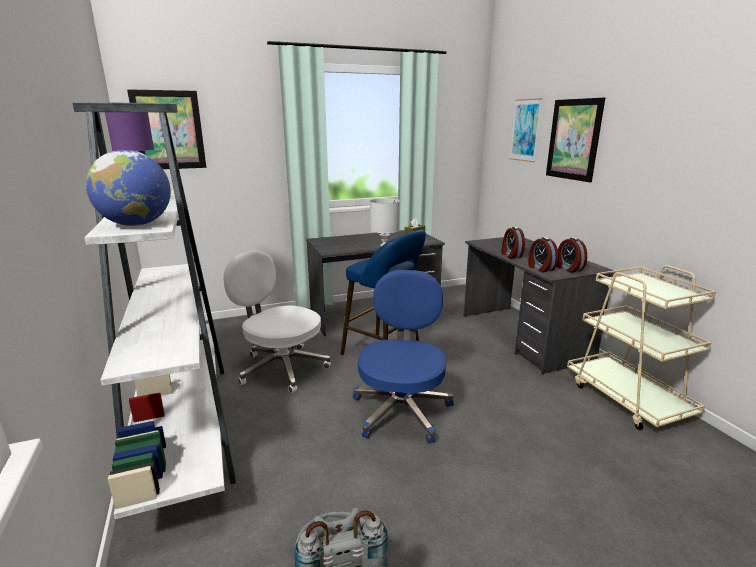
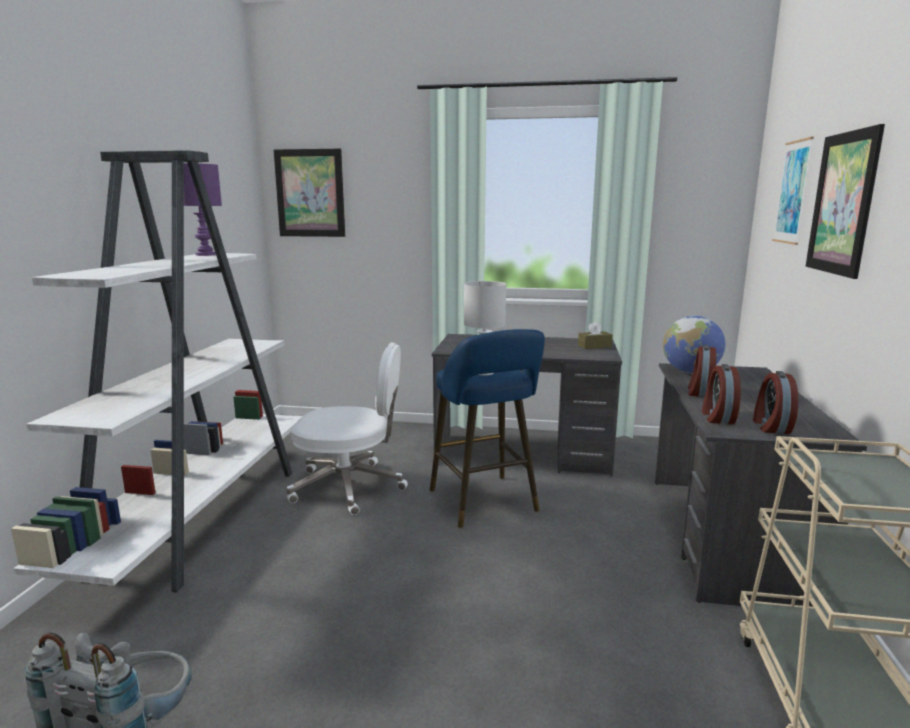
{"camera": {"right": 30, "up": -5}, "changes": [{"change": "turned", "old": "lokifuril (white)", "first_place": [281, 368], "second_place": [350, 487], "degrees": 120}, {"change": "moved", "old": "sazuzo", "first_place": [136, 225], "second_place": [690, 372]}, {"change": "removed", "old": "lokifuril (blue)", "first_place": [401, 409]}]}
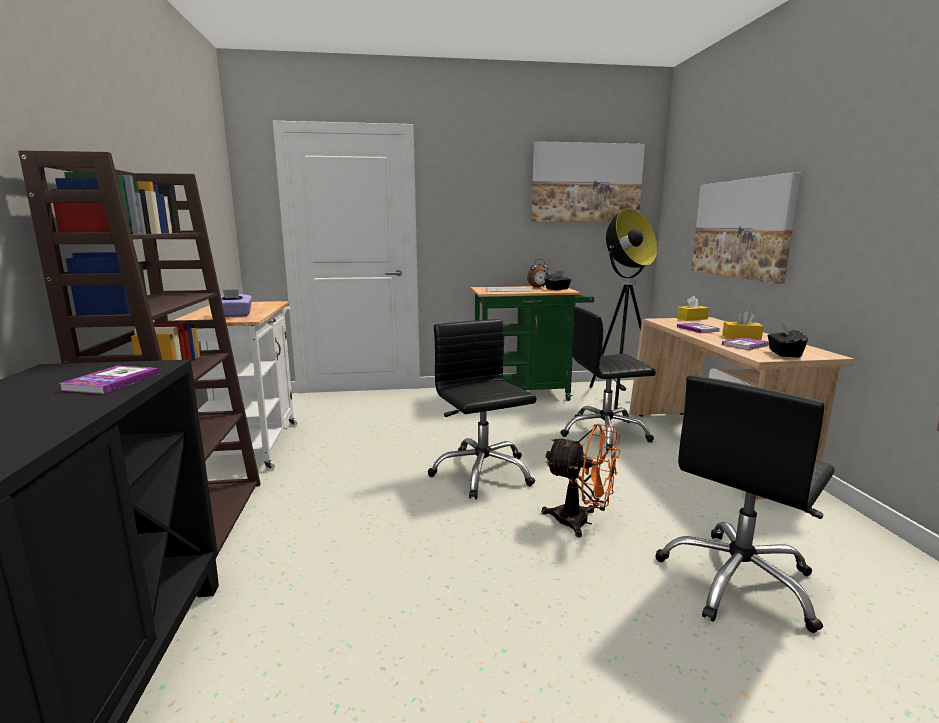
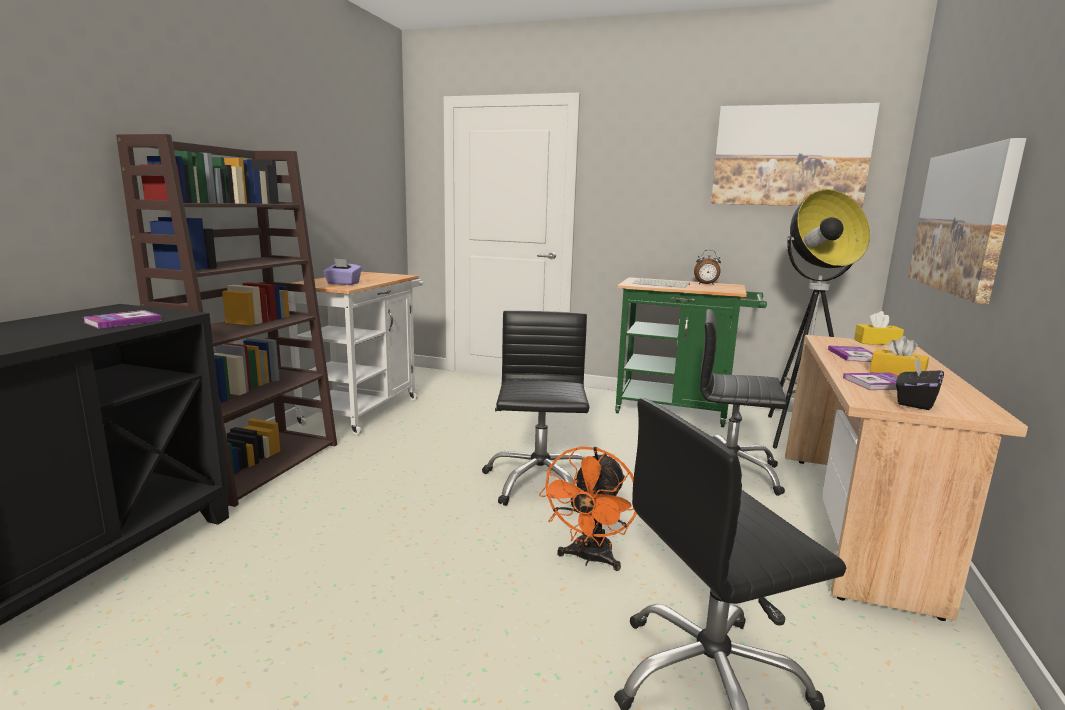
{"camera": {"right": 25, "up": 0}, "changes": [{"change": "turned", "old": "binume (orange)", "first_place": [581, 522], "second_place": [589, 559], "degrees": 60}, {"change": "removed", "old": "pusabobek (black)", "first_place": [557, 289]}]}
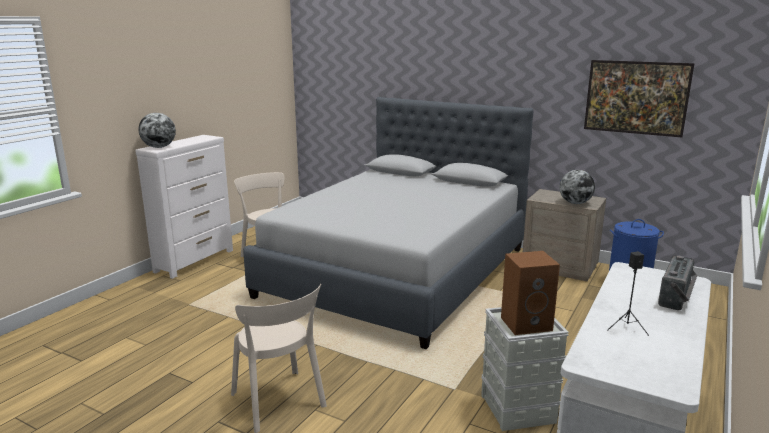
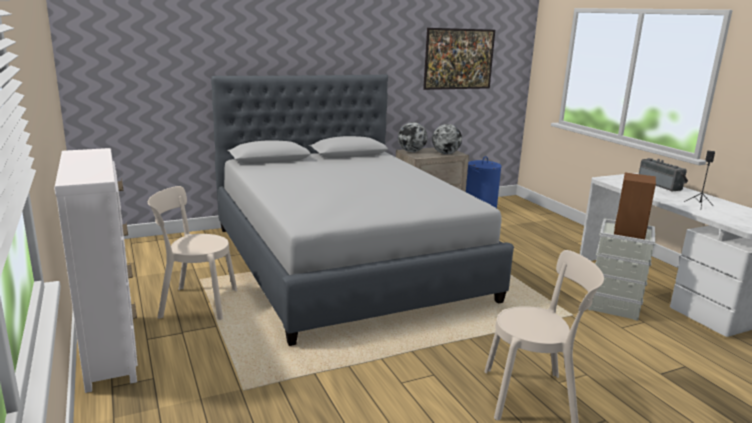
{"camera": {"right": -55, "up": 0}, "changes": [{"change": "moved", "old": "sazuzo", "first_place": [159, 147], "second_place": [411, 151]}]}
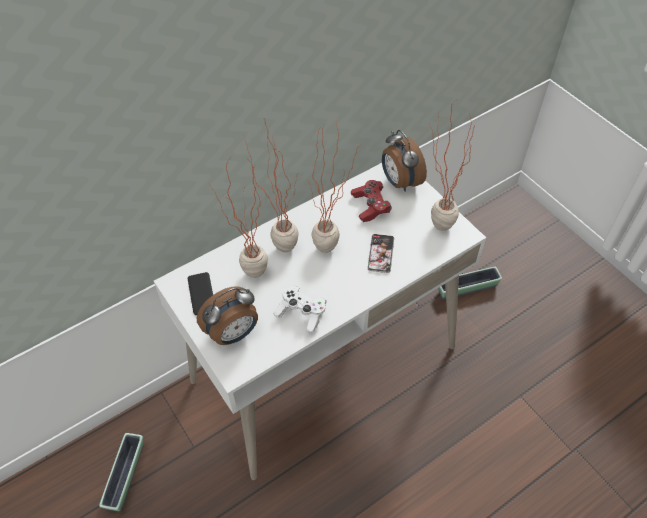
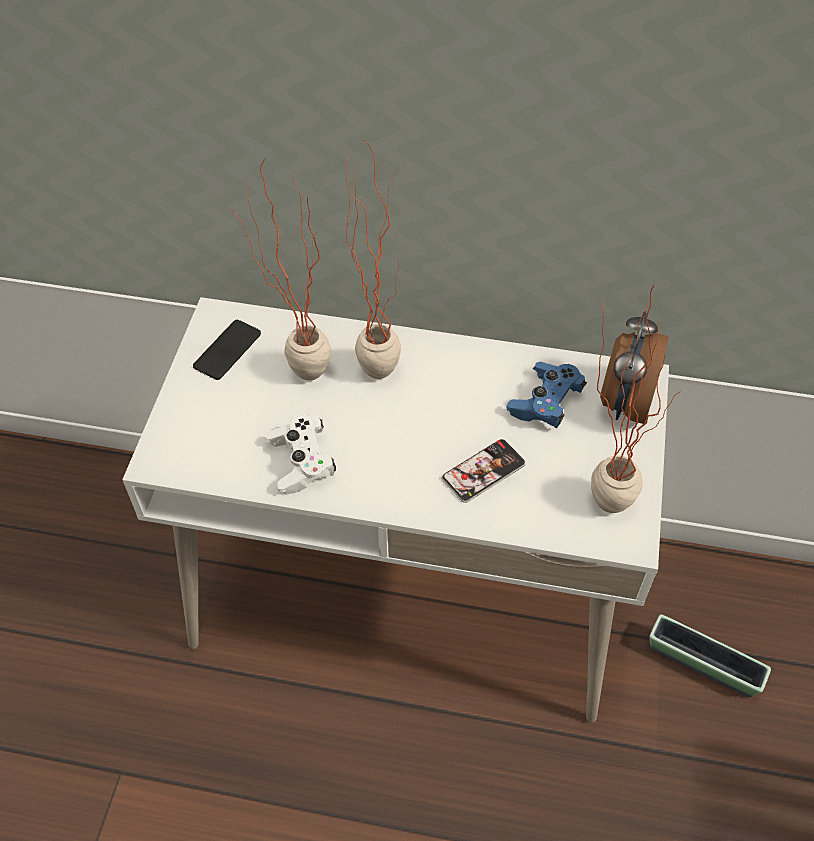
{"camera": {"right": 45, "up": 0}, "changes": [{"change": "recoloured", "old": "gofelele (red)", "new": "gofelele (blue)", "first_place": [370, 206], "second_place": [545, 402]}, {"change": "removed", "old": "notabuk", "first_place": [126, 476]}, {"change": "removed", "old": "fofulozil", "first_place": [233, 333]}, {"change": "removed", "old": "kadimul", "first_place": [333, 251]}]}
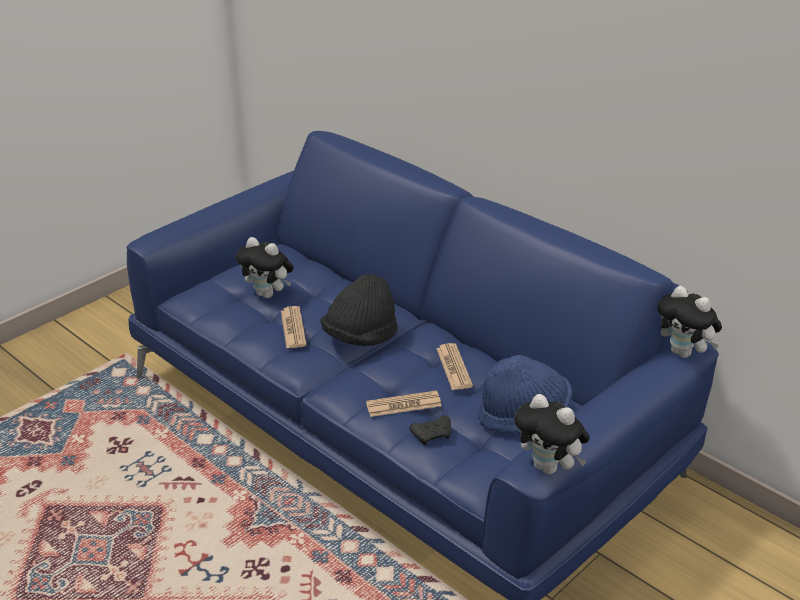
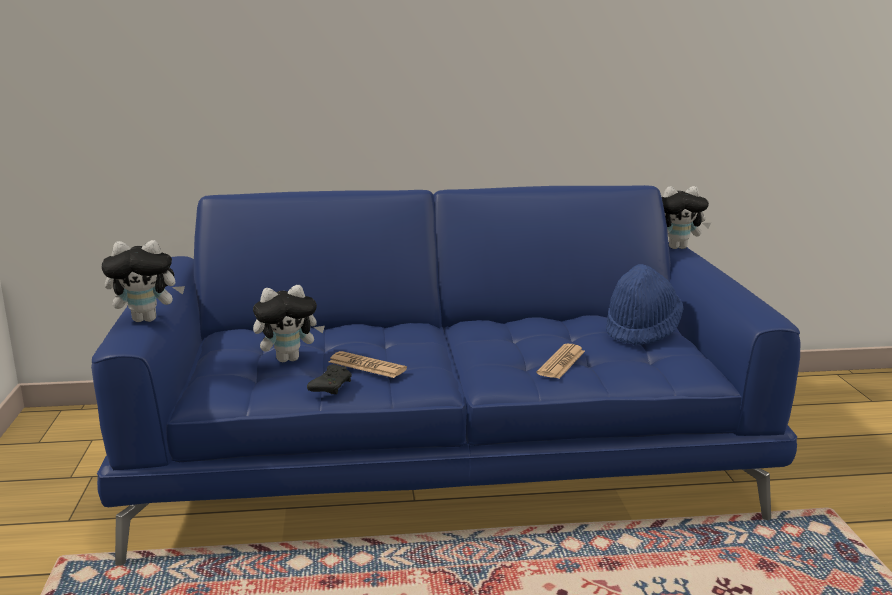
{"camera": {"right": -50, "up": -15}, "changes": [{"change": "moved", "old": "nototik", "first_place": [549, 467], "second_place": [147, 319]}, {"change": "moved", "old": "gofelele (black)", "first_place": [433, 435], "second_place": [331, 386]}, {"change": "removed", "old": "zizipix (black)", "first_place": [360, 337]}, {"change": "removed", "old": "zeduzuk", "first_place": [454, 367]}]}
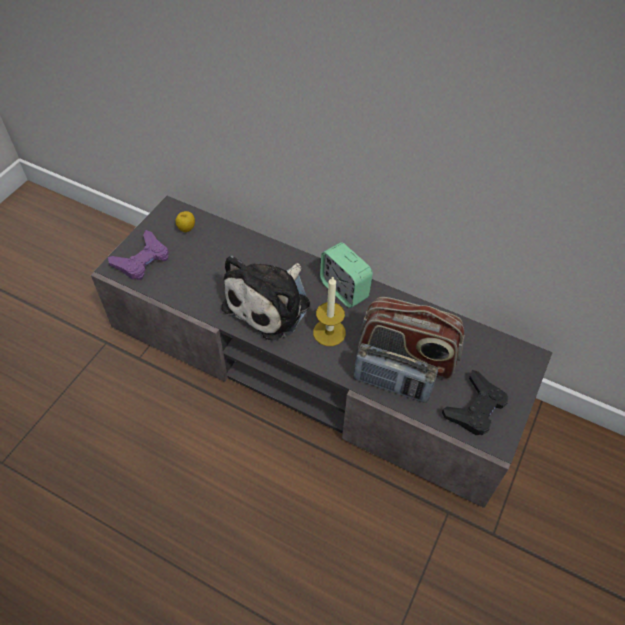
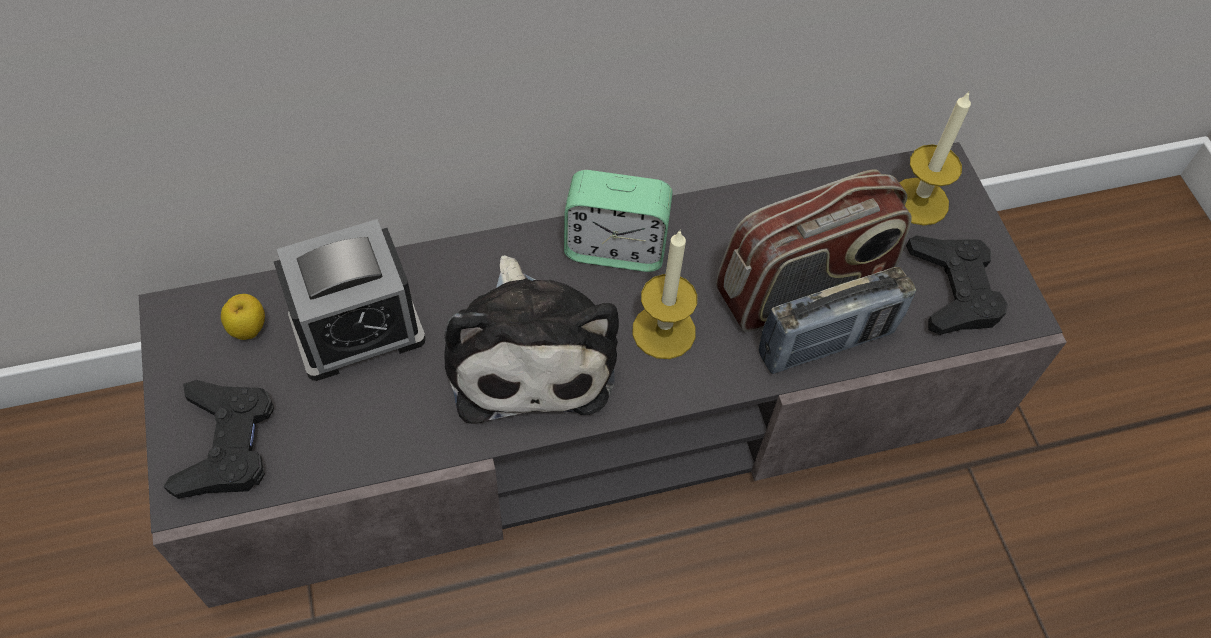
{"camera": {"right": -45, "up": 5}, "changes": [{"change": "recoloured", "old": "gofelele (purple)", "new": "gofelele (black)", "first_place": [142, 260], "second_place": [226, 444]}, {"change": "added", "new": "fofulozil", "second_place": [357, 328]}, {"change": "added", "new": "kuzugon", "second_place": [919, 201]}]}
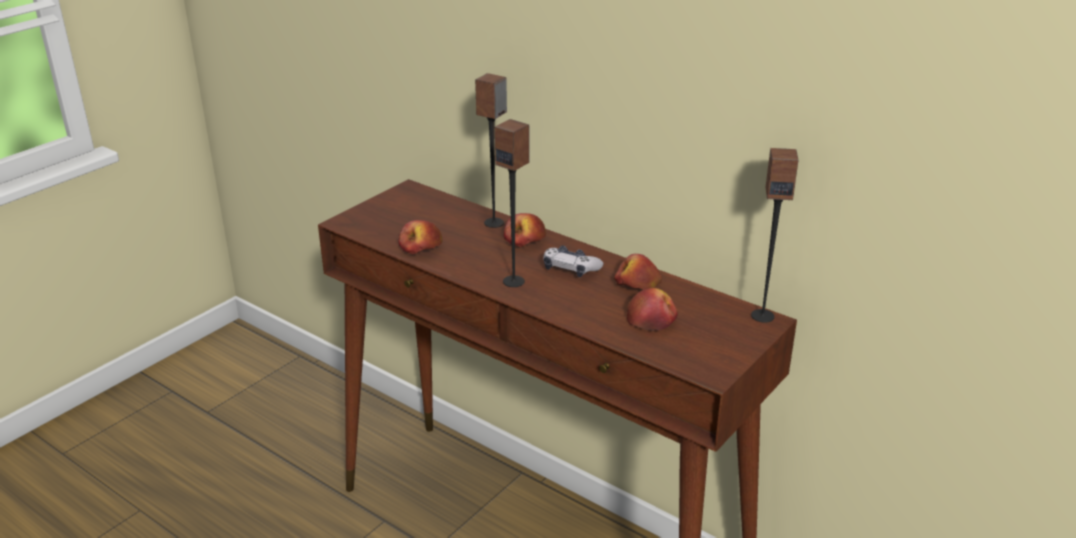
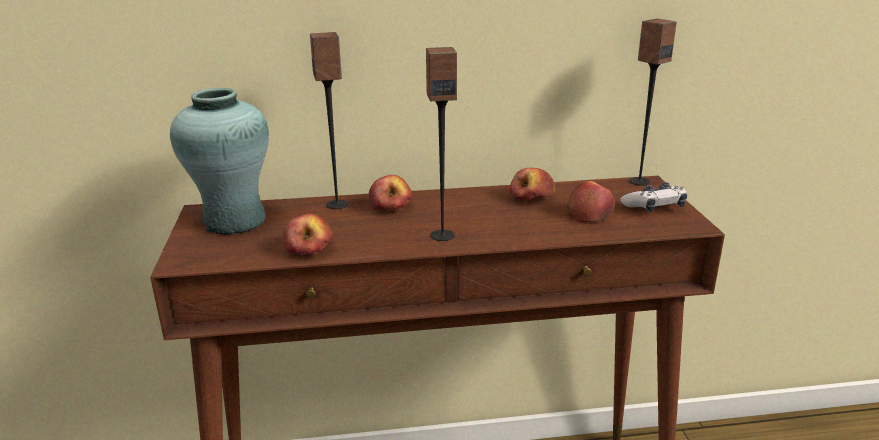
{"camera": {"right": -45, "up": -5}, "changes": [{"change": "added", "new": "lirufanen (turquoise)", "second_place": [234, 221]}, {"change": "moved", "old": "gofelele", "first_place": [570, 269], "second_place": [654, 207]}]}
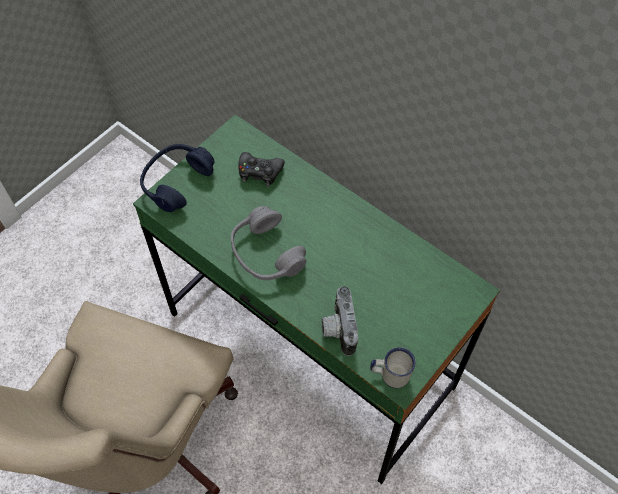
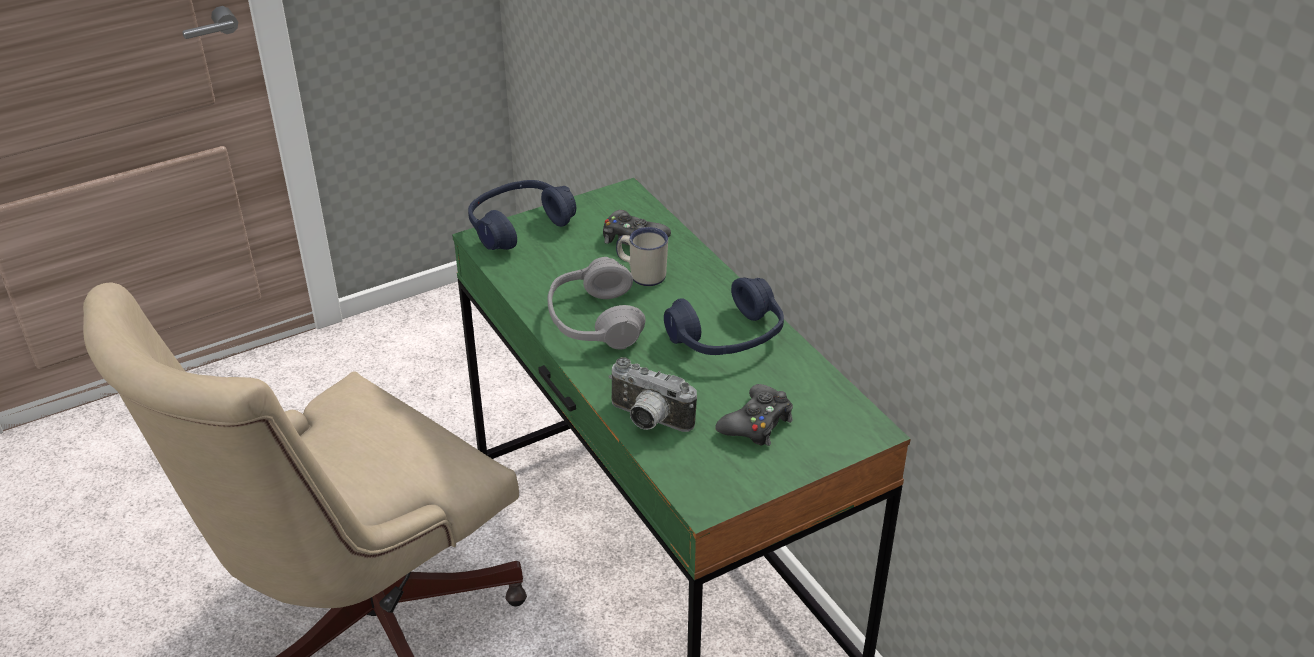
{"camera": {"right": 20, "up": -20}, "changes": [{"change": "turned", "old": "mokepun", "first_place": [337, 328], "second_place": [647, 420], "degrees": -75}, {"change": "moved", "old": "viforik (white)", "first_place": [390, 374], "second_place": [642, 274]}, {"change": "added", "new": "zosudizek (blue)", "second_place": [727, 337]}, {"change": "added", "new": "gofelele (black)", "second_place": [757, 423]}]}
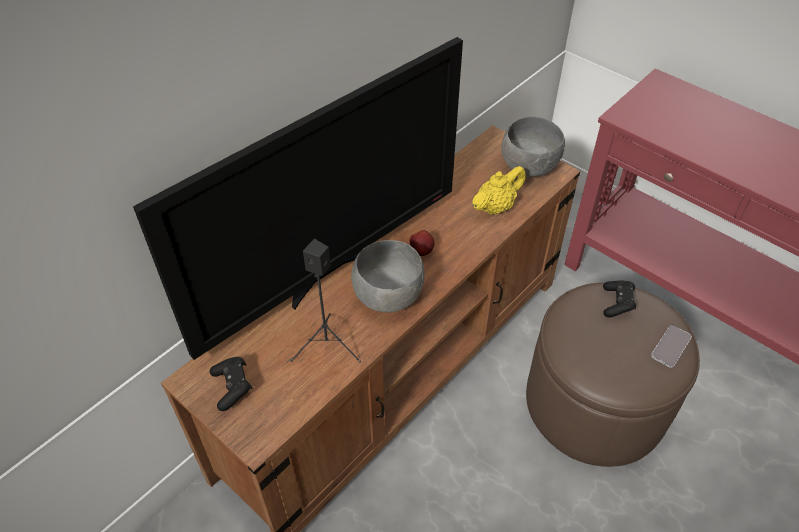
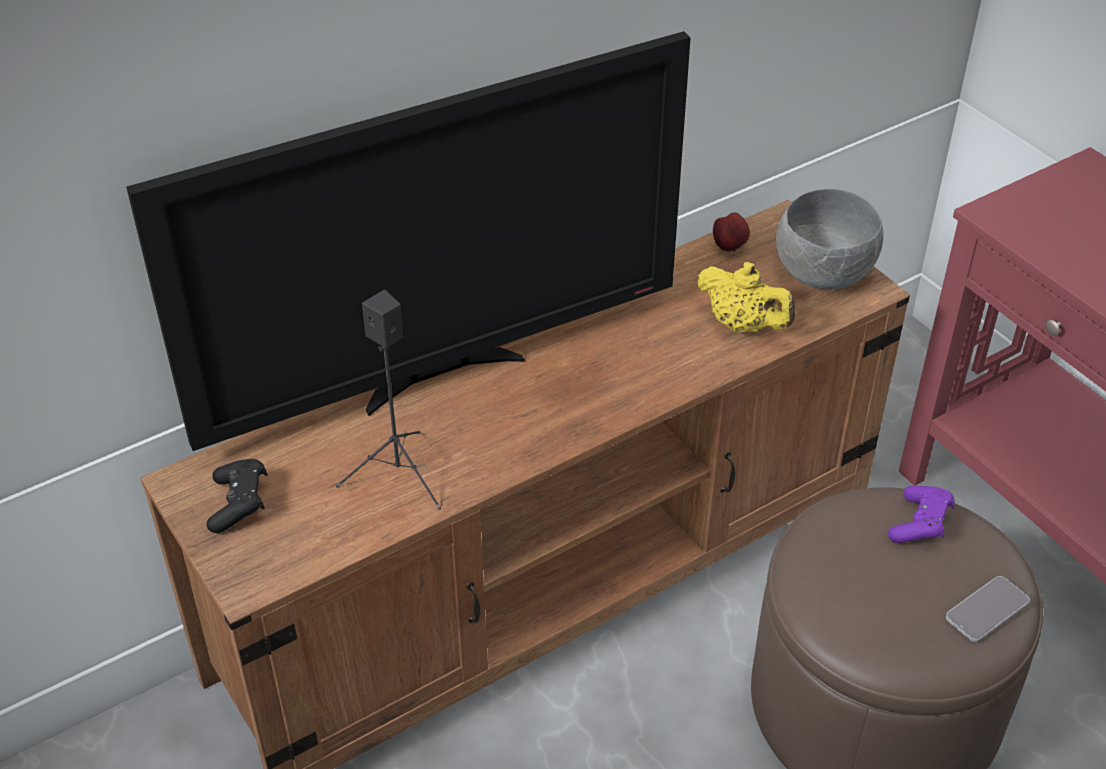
{"camera": {"right": 15, "up": -5}, "changes": [{"change": "turned", "old": "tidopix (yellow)", "first_place": [496, 207], "second_place": [743, 325], "degrees": 60}, {"change": "moved", "old": "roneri", "first_place": [422, 251], "second_place": [730, 247]}, {"change": "recoloured", "old": "gofelele (black)", "new": "gofelele (purple)", "first_place": [617, 303], "second_place": [920, 524]}, {"change": "removed", "old": "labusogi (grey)", "first_place": [389, 295]}]}
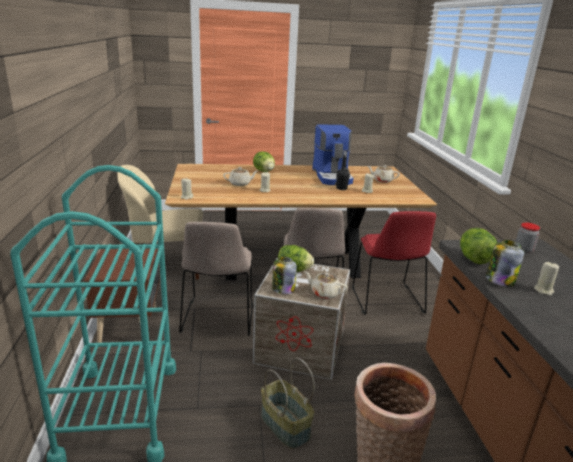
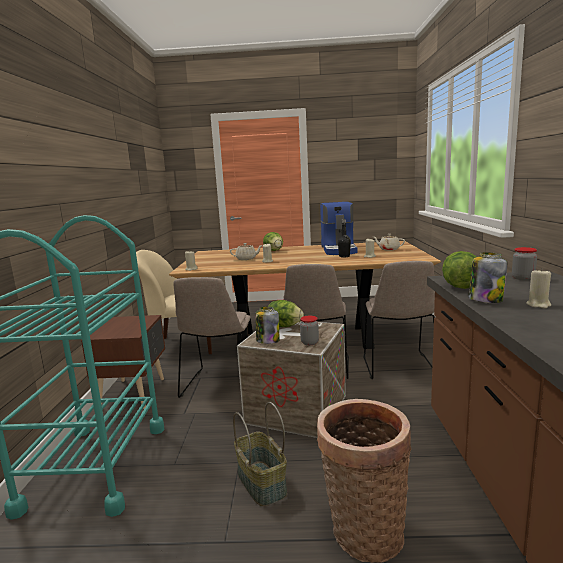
{"camera": {"right": 10, "up": -10}, "changes": [{"change": "replaced", "old": "tidopix (beige)", "new": "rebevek", "first_place": [324, 293], "second_place": [309, 342]}, {"change": "recoloured", "old": "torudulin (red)", "new": "torudulin (beige)", "first_place": [387, 301], "second_place": [399, 367]}]}
